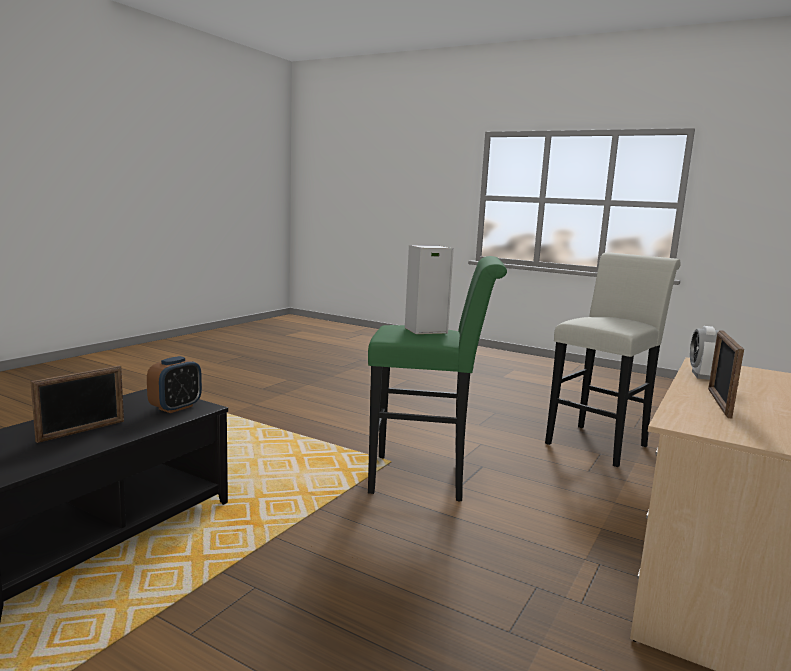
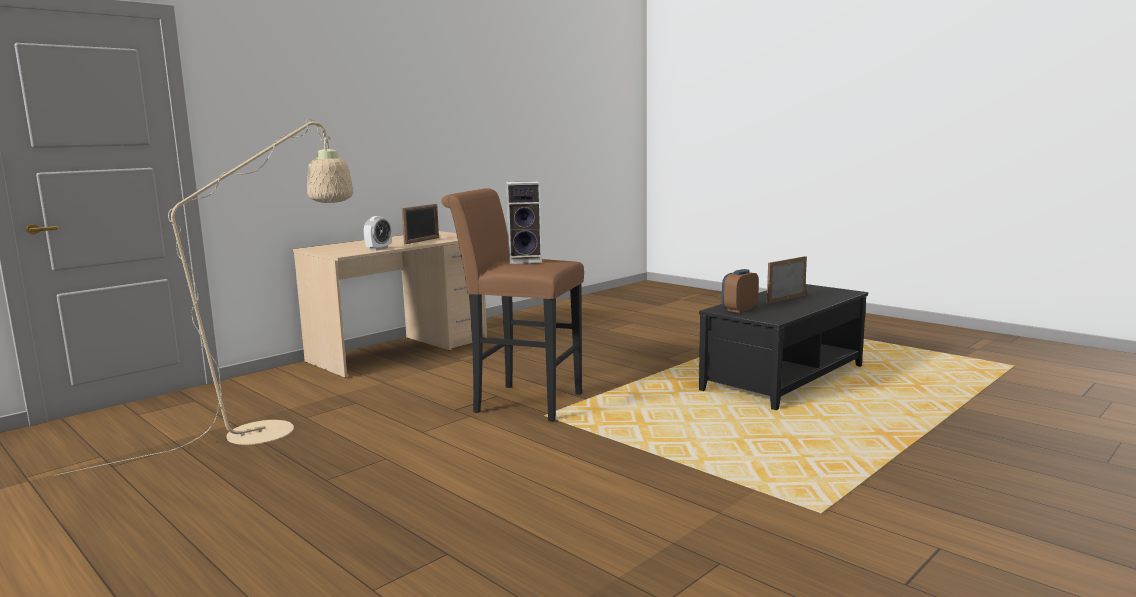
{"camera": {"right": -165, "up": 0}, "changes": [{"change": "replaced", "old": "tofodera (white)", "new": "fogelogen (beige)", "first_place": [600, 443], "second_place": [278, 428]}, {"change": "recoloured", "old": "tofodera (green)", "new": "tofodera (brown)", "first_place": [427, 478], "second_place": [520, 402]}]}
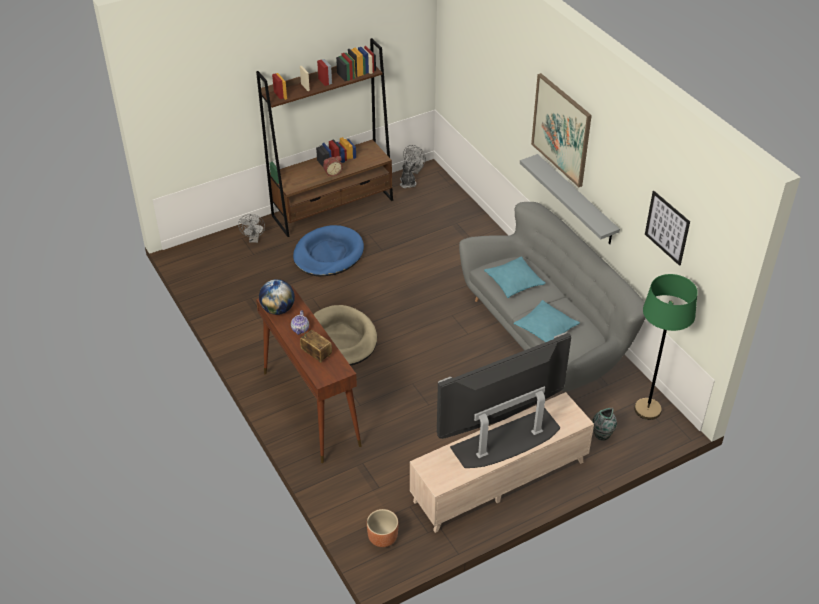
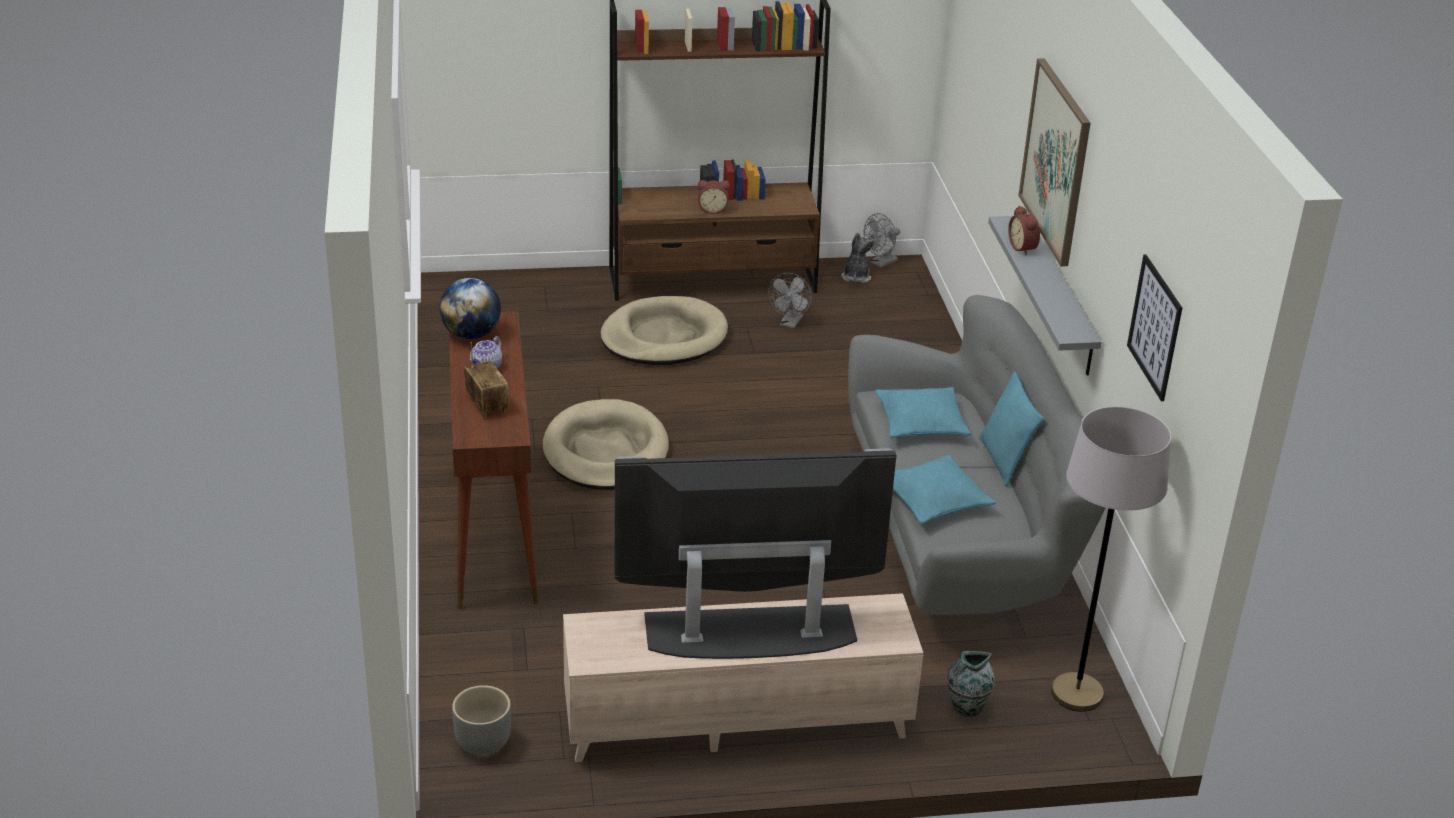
{"camera": {"right": 20, "up": -10}, "changes": [{"change": "recoloured", "old": "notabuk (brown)", "new": "notabuk (grey)", "first_place": [382, 538], "second_place": [482, 742]}, {"change": "recoloured", "old": "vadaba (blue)", "new": "vadaba (beige)", "first_place": [328, 254], "second_place": [663, 337]}, {"change": "moved", "old": "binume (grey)", "first_place": [254, 239], "second_place": [790, 323]}, {"change": "added", "new": "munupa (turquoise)", "second_place": [1003, 461]}, {"change": "added", "new": "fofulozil", "second_place": [1024, 248]}, {"change": "recoloured", "old": "fogelogen (green)", "new": "fogelogen (grey)", "first_place": [647, 409], "second_place": [1077, 694]}]}
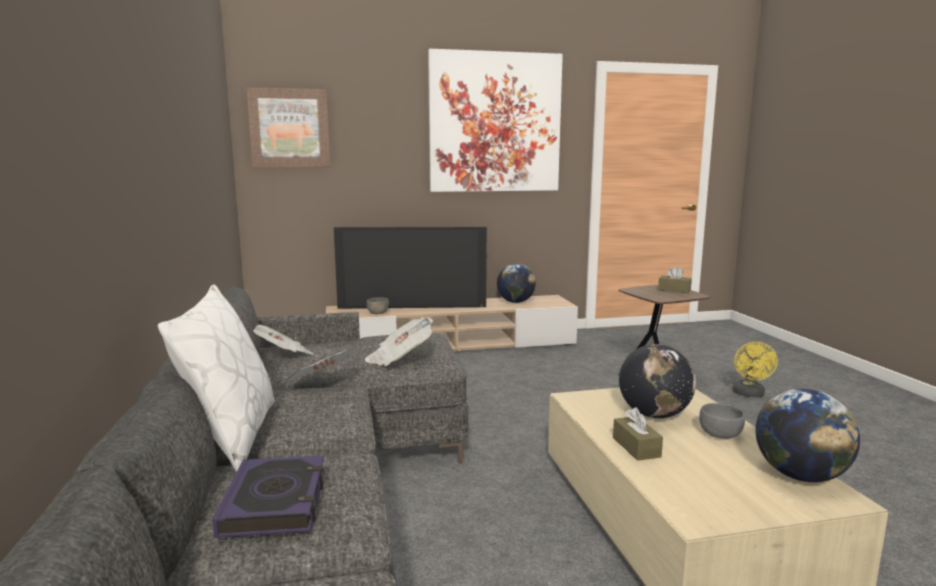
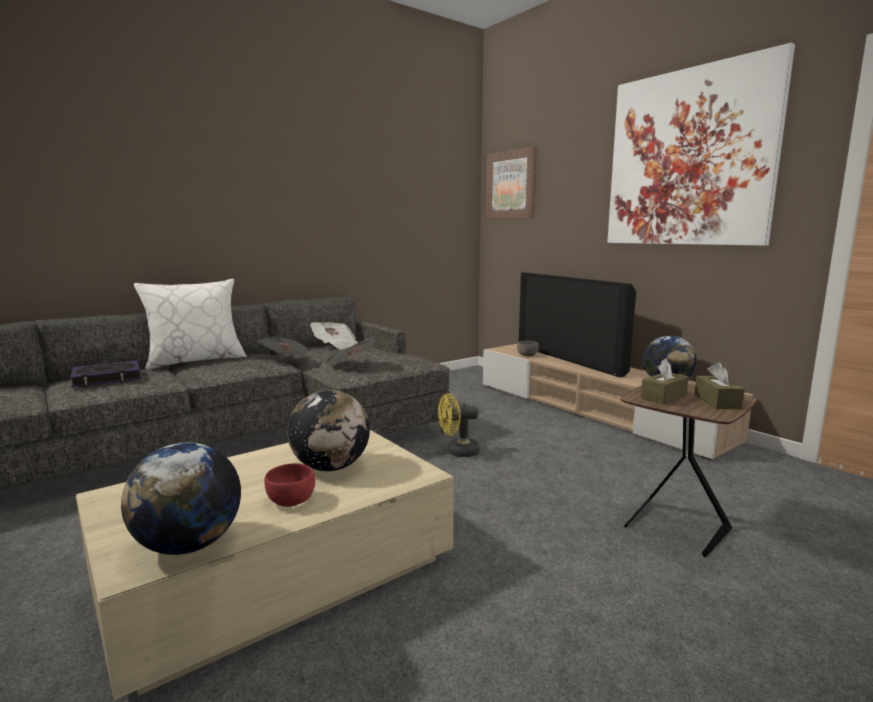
{"camera": {"right": 65, "up": 0}, "changes": [{"change": "recoloured", "old": "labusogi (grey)", "new": "labusogi (red)", "first_place": [720, 434], "second_place": [291, 501]}, {"change": "moved", "old": "binume (yellow)", "first_place": [749, 394], "second_place": [458, 452]}, {"change": "moved", "old": "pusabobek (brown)", "first_place": [636, 447], "second_place": [663, 397]}]}
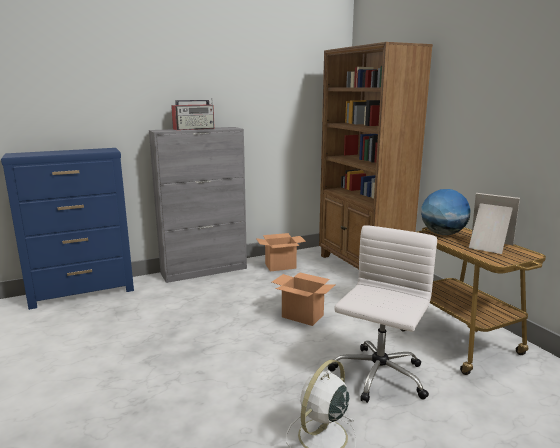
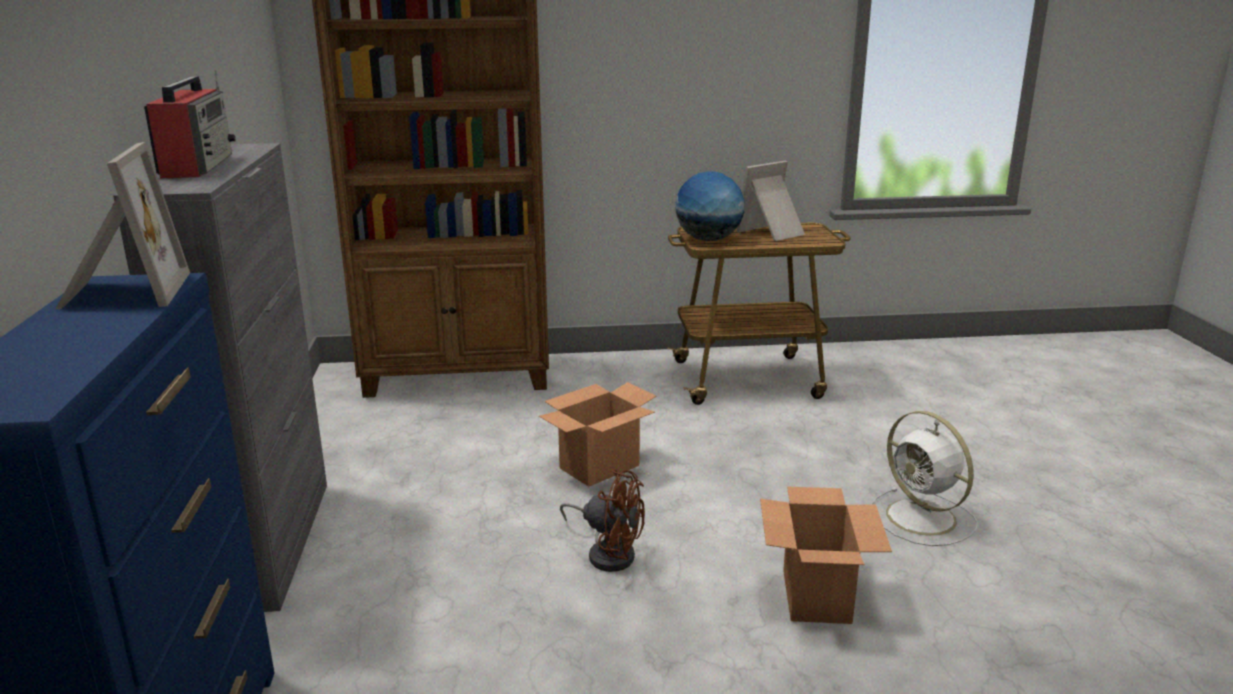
{"camera": {"right": -70, "up": 5}, "changes": [{"change": "added", "new": "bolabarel", "second_place": [122, 292]}, {"change": "added", "new": "binume (brown)", "second_place": [608, 553]}, {"change": "moved", "old": "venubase", "first_place": [281, 266], "second_place": [815, 595]}, {"change": "removed", "old": "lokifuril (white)", "first_place": [378, 376]}]}
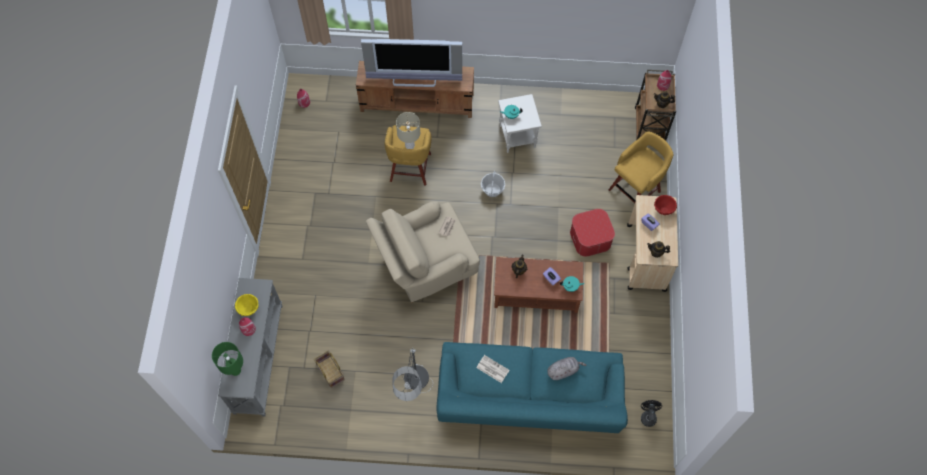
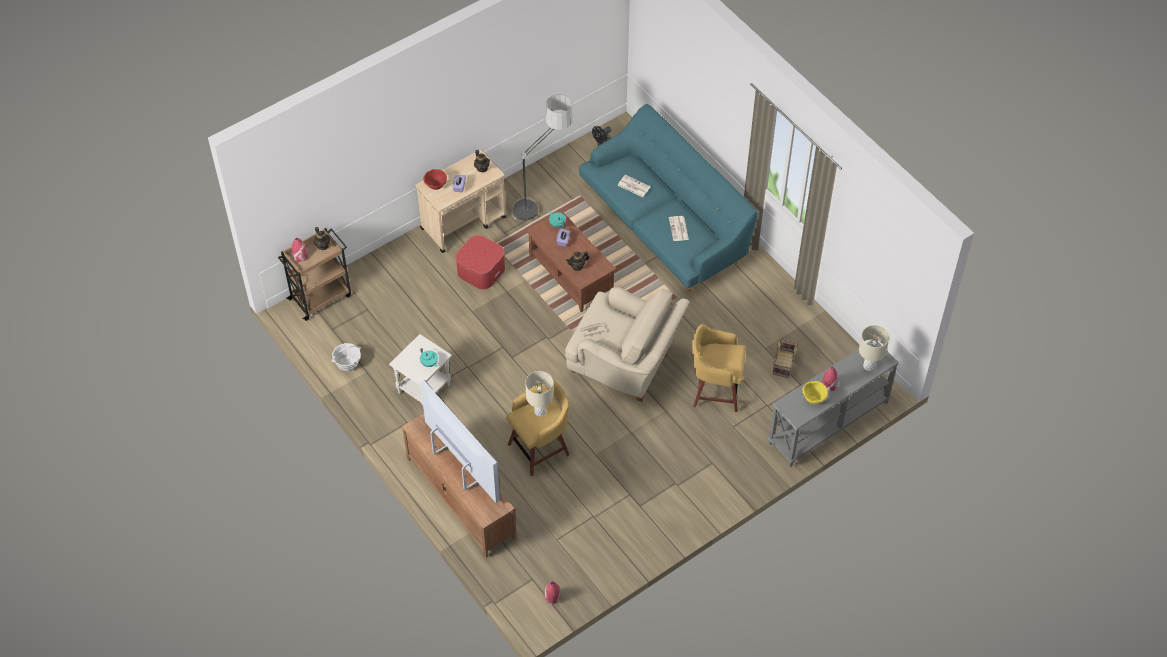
{"camera": {"right": -130, "up": -10}, "changes": [{"change": "moved", "old": "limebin", "first_place": [492, 190], "second_place": [347, 363]}, {"change": "moved", "old": "fogelogen", "first_place": [415, 398], "second_place": [541, 201]}, {"change": "replaced", "old": "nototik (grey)", "new": "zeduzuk", "first_place": [563, 370], "second_place": [633, 186]}, {"change": "moved", "old": "tofodera (yellow)", "first_place": [636, 190], "second_place": [715, 391]}, {"change": "recoloured", "old": "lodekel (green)", "new": "lodekel (beige)", "first_place": [235, 370], "second_place": [868, 366]}]}
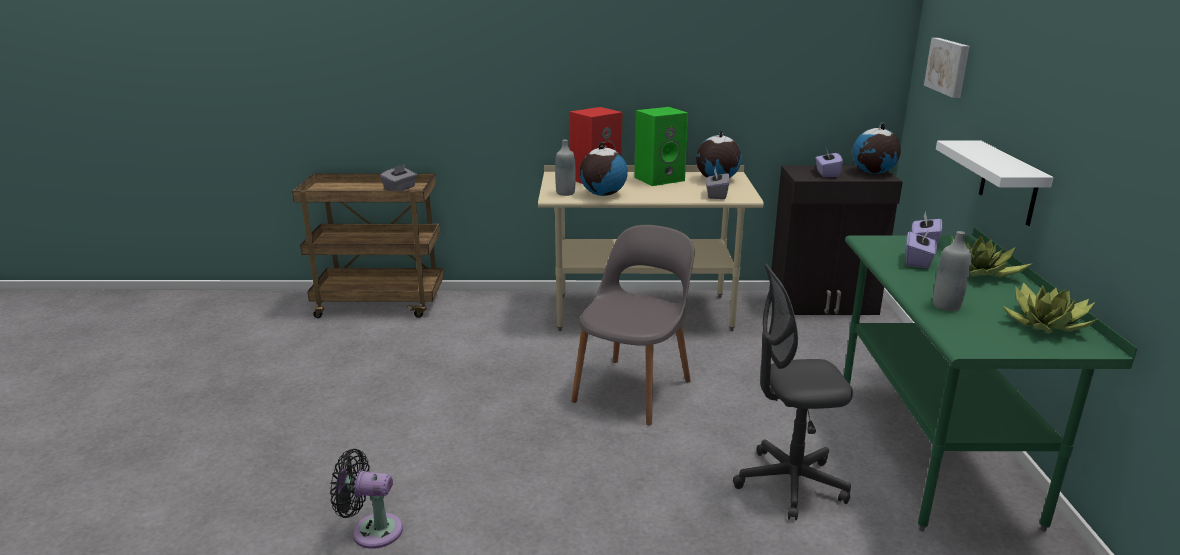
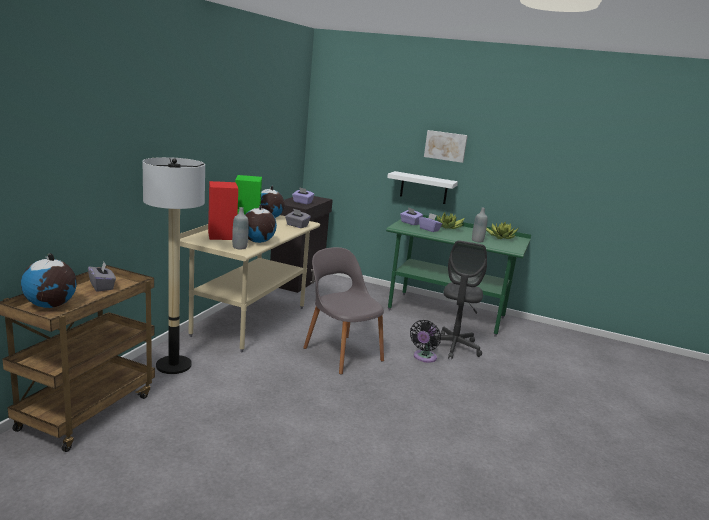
{"camera": {"right": -70, "up": -5}, "changes": [{"change": "moved", "old": "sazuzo", "first_place": [873, 173], "second_place": [51, 305]}, {"change": "added", "new": "fogelogen", "second_place": [173, 365]}, {"change": "moved", "old": "binume (black)", "first_place": [372, 530], "second_place": [424, 357]}, {"change": "moved", "old": "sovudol", "first_place": [949, 66], "second_place": [445, 146]}]}
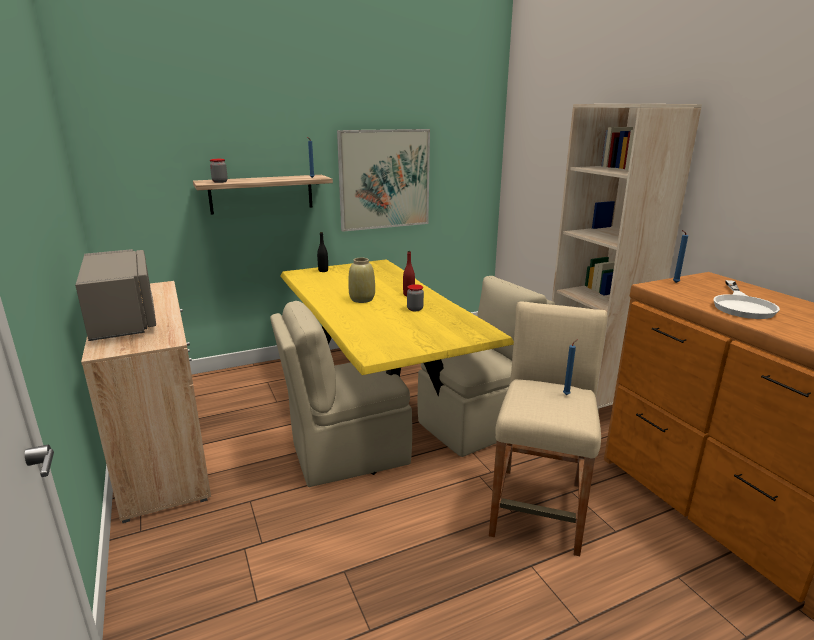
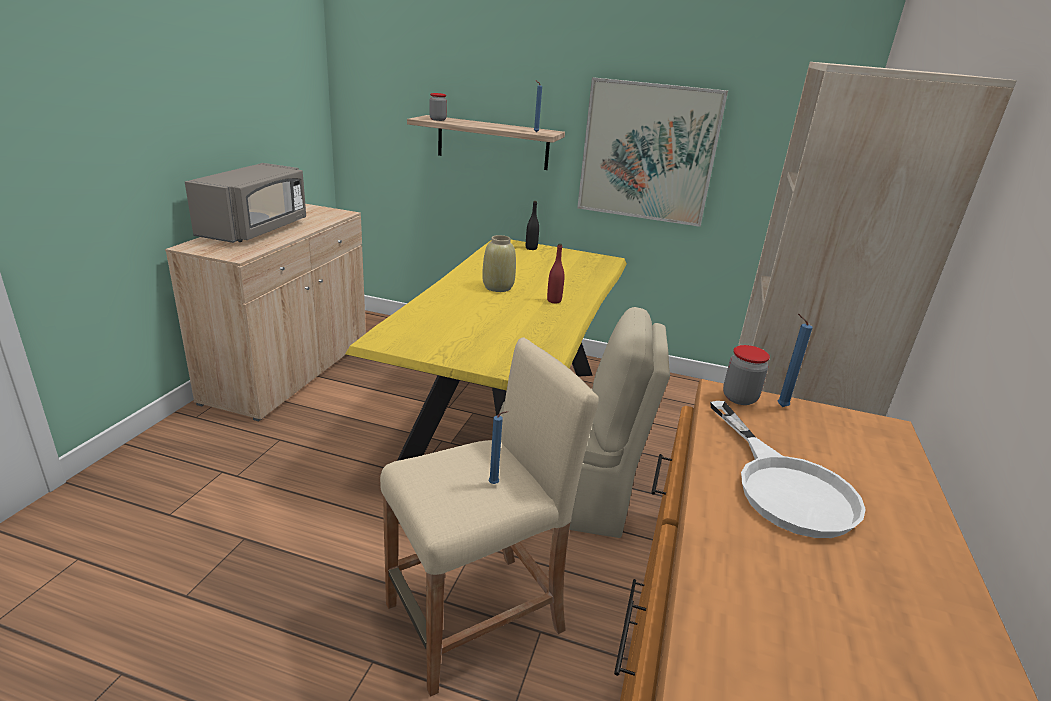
{"camera": {"right": 40, "up": 5}, "changes": [{"change": "turned", "old": "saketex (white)", "first_place": [742, 305], "second_place": [784, 485], "degrees": -75}, {"change": "moved", "old": "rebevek", "first_place": [415, 309], "second_place": [739, 398]}, {"change": "removed", "old": "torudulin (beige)", "first_place": [346, 453]}]}
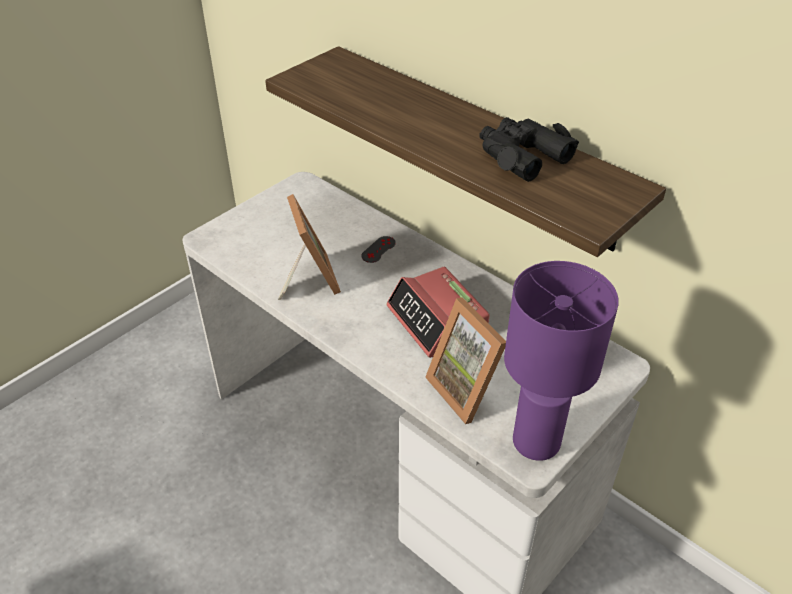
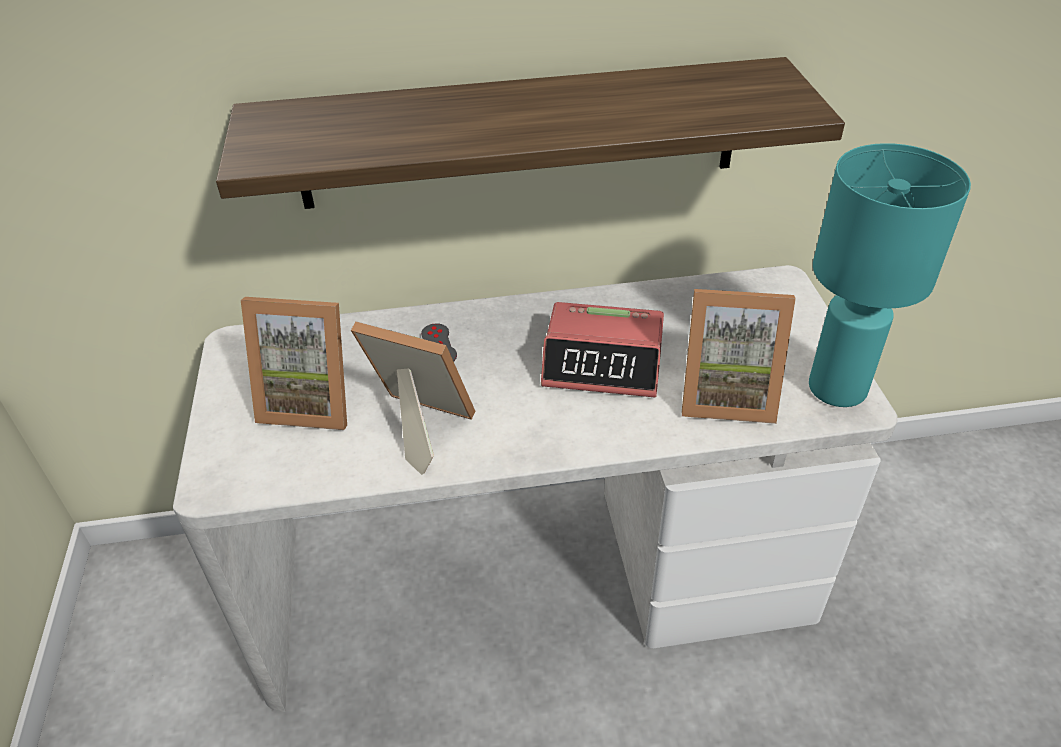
{"camera": {"right": -50, "up": 0}, "changes": [{"change": "added", "new": "bolabarel", "second_place": [311, 401]}, {"change": "recoloured", "old": "lodekel (purple)", "new": "lodekel (turquoise)", "first_place": [534, 442], "second_place": [836, 389]}, {"change": "removed", "old": "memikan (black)", "first_place": [521, 155]}]}
